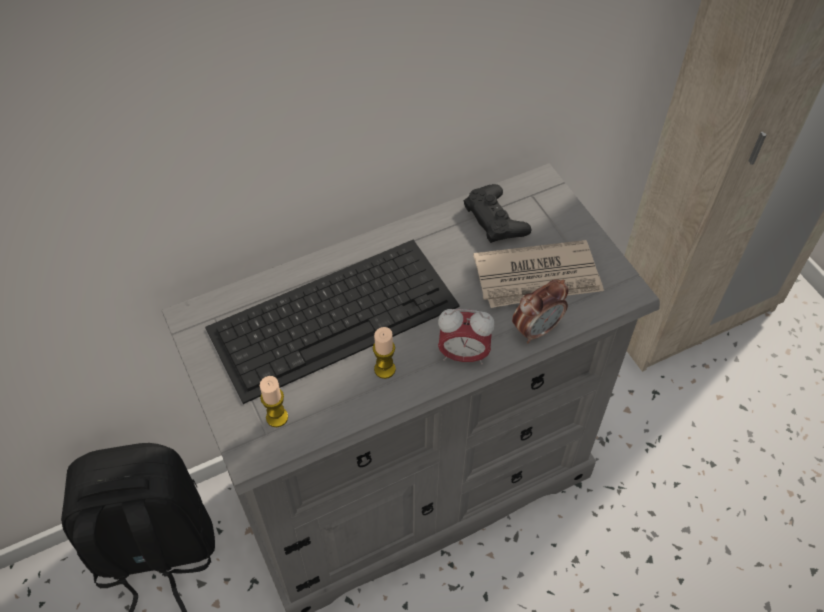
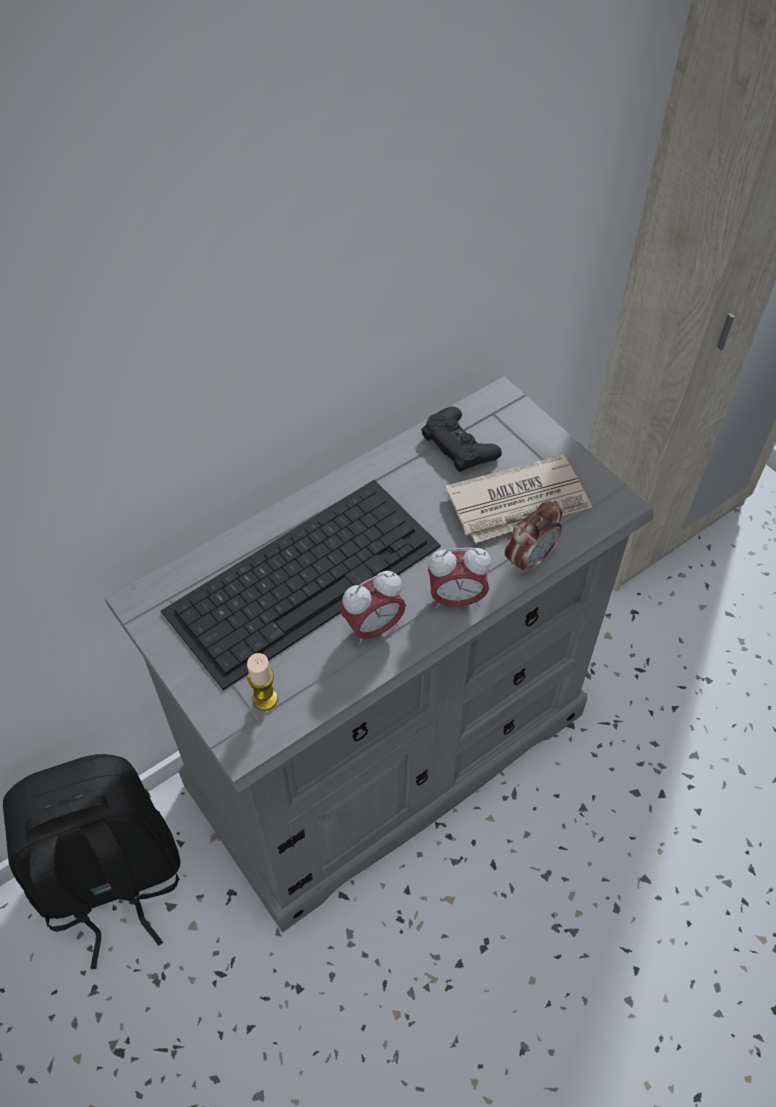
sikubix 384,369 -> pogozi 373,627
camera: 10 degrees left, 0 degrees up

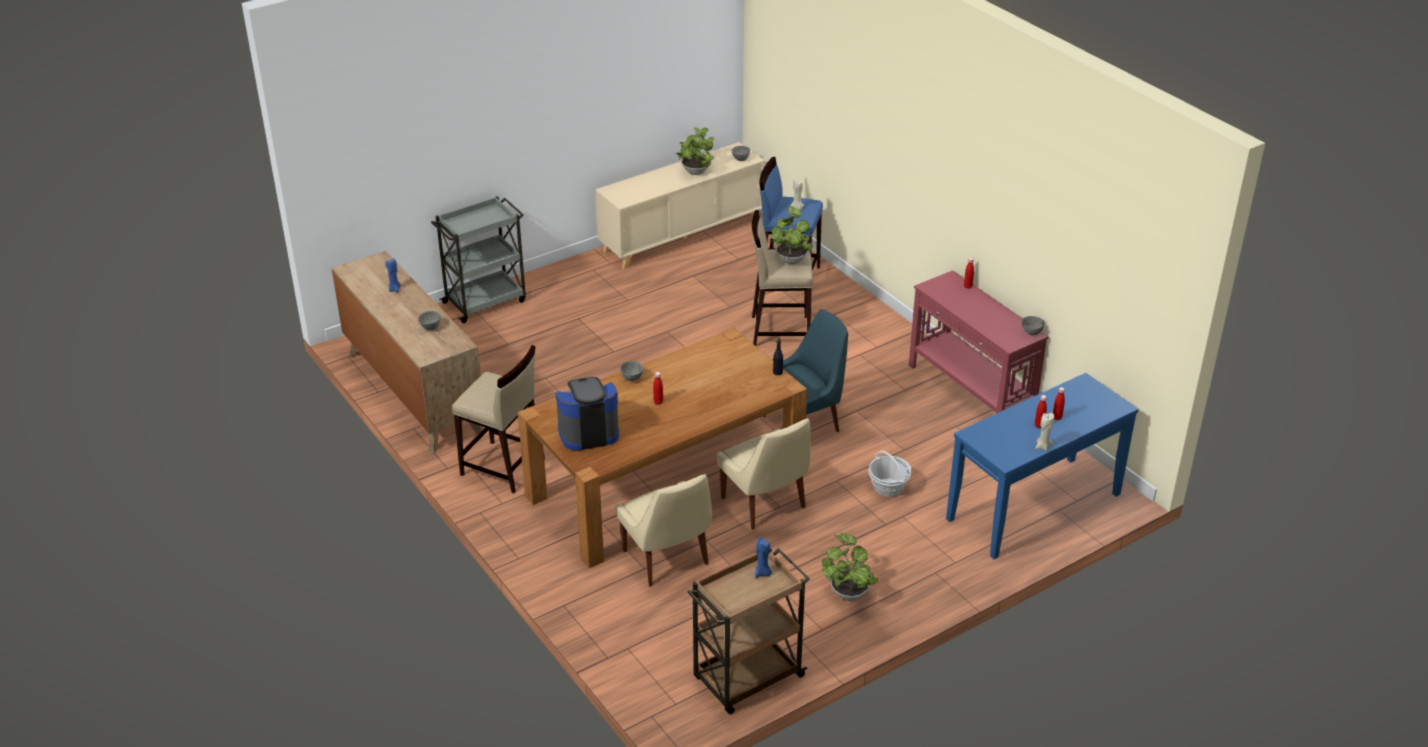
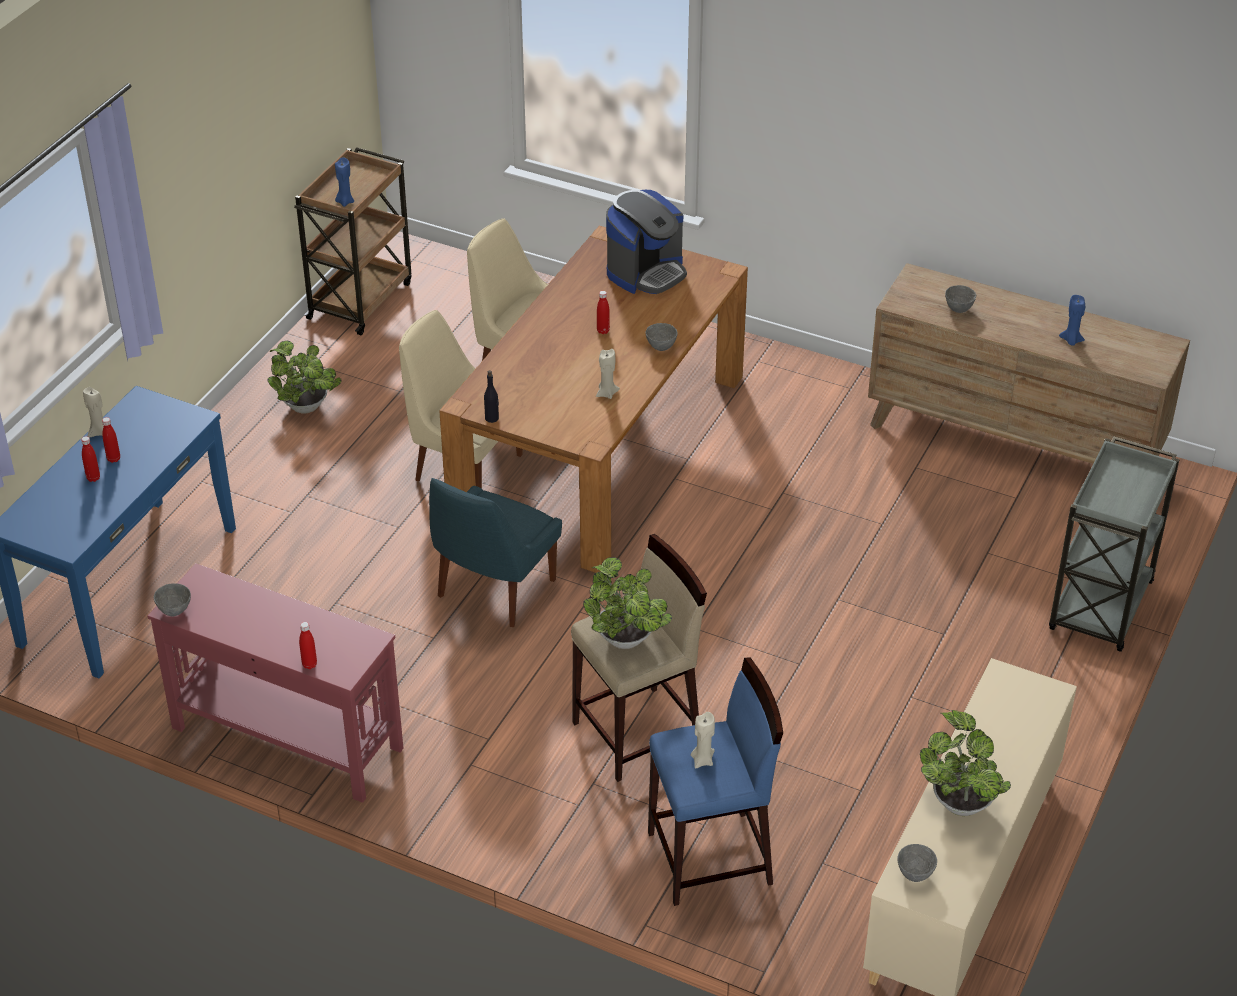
none -> beige sikubix 606,393
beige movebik 503,467 -> none
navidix 888,487 -> none
camera: 150 degrees right, 5 degrees up

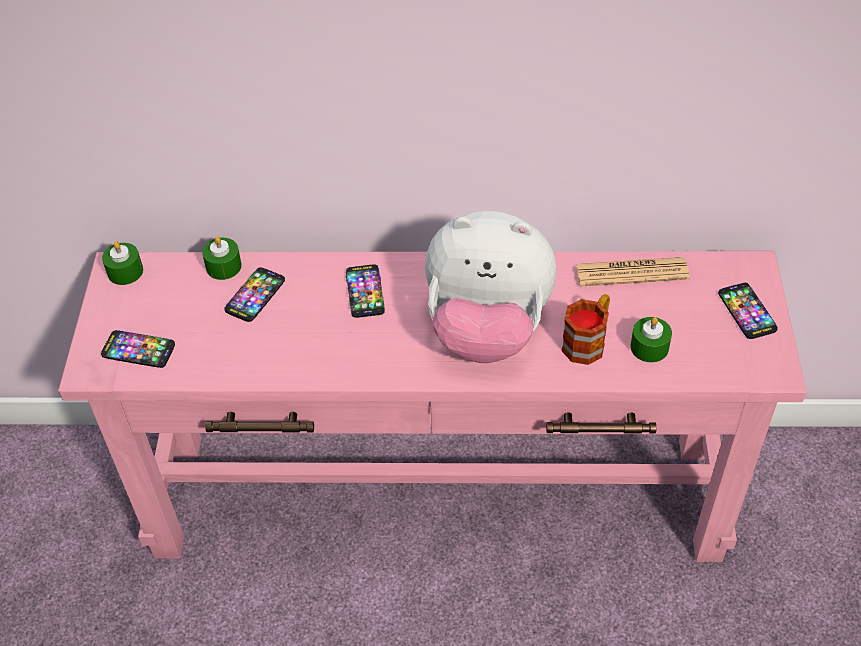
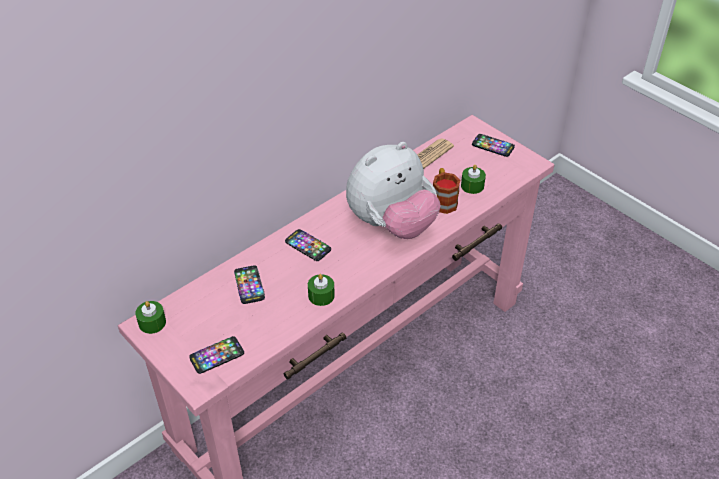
green sikubix 223,266 -> green sikubix 321,295, move
camera: 45 degrees left, 5 degrees down

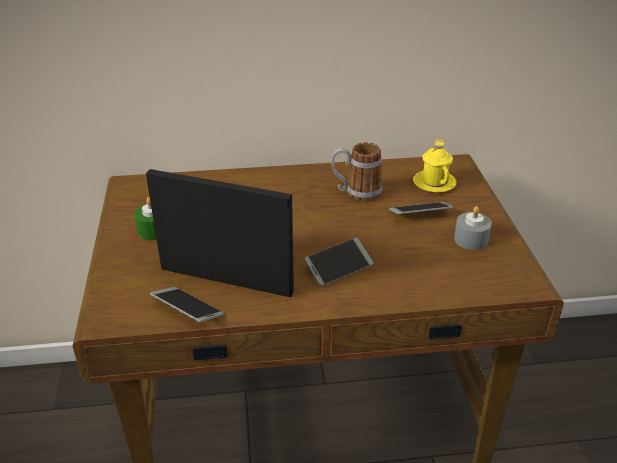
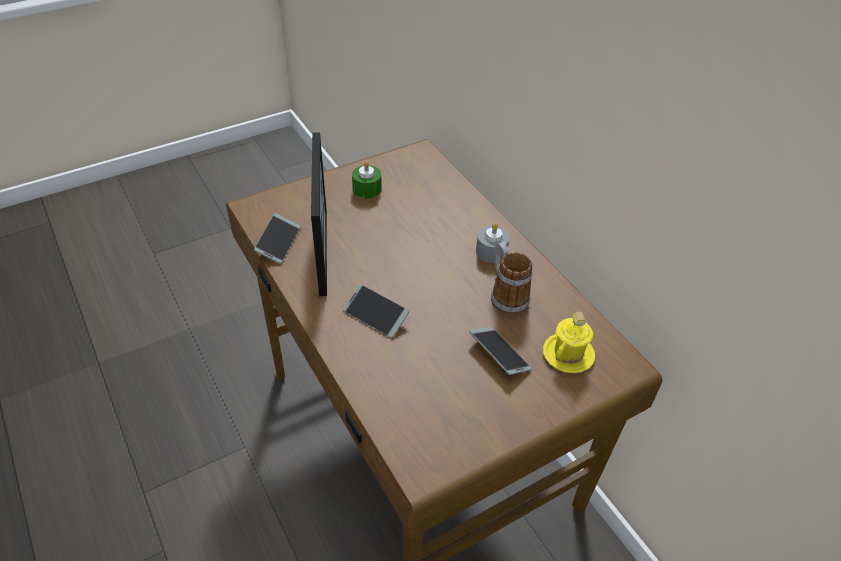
grey sikubix 471,239 -> grey sikubix 491,251, move
camera: 65 degrees right, 10 degrees up

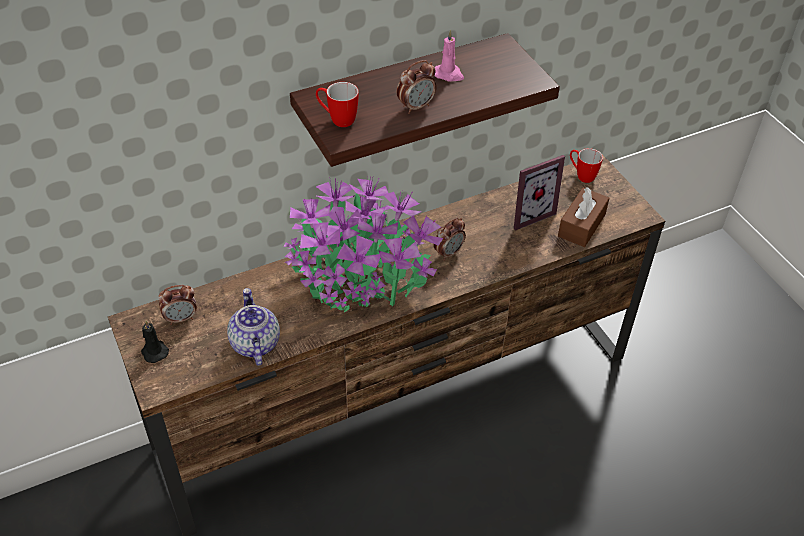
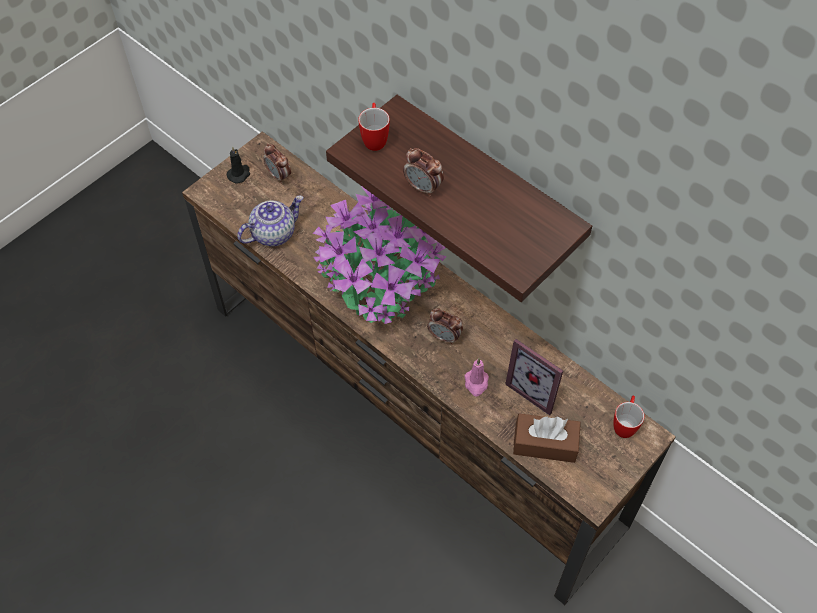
pink sikubix 449,74 -> pink sikubix 476,383, move
camera: 70 degrees right, 10 degrees up

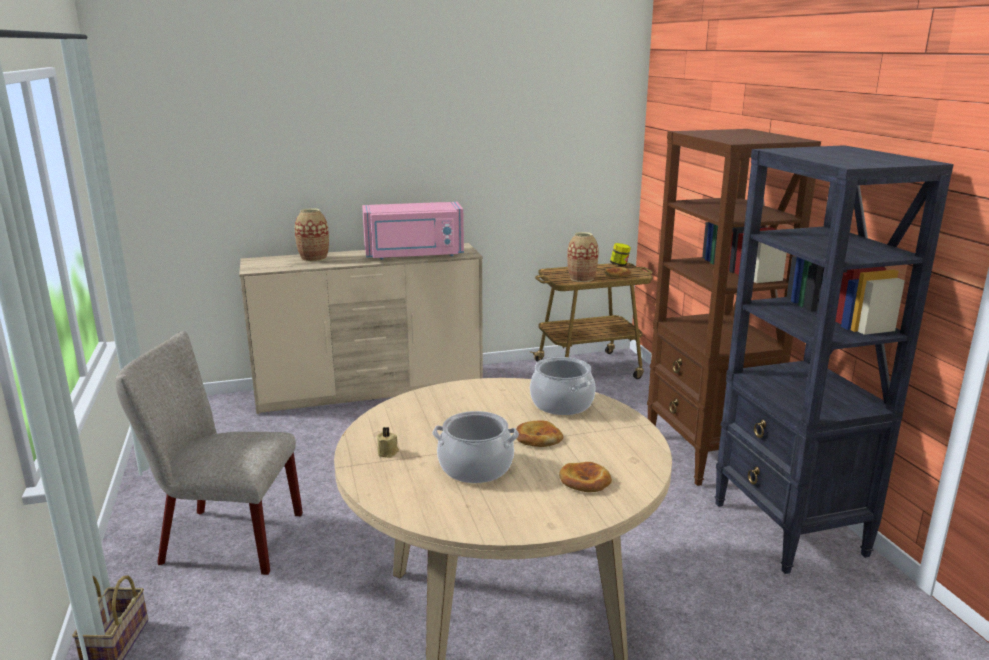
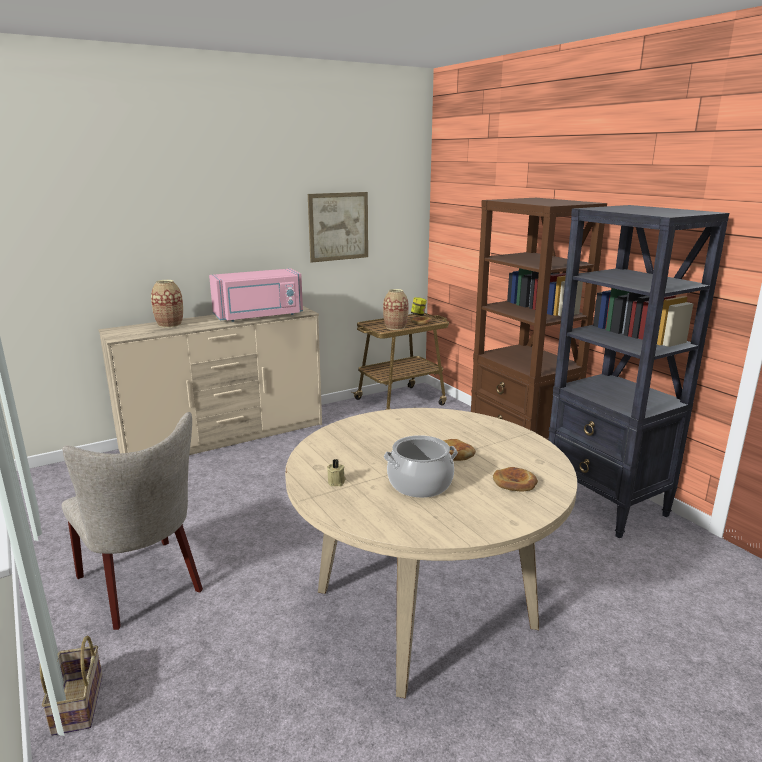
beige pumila 223,538 -> beige pumila 144,586, 120 degrees counterclockwise
none -> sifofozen 338,226
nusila 562,404 -> none
camera: 15 degrees left, 0 degrees up

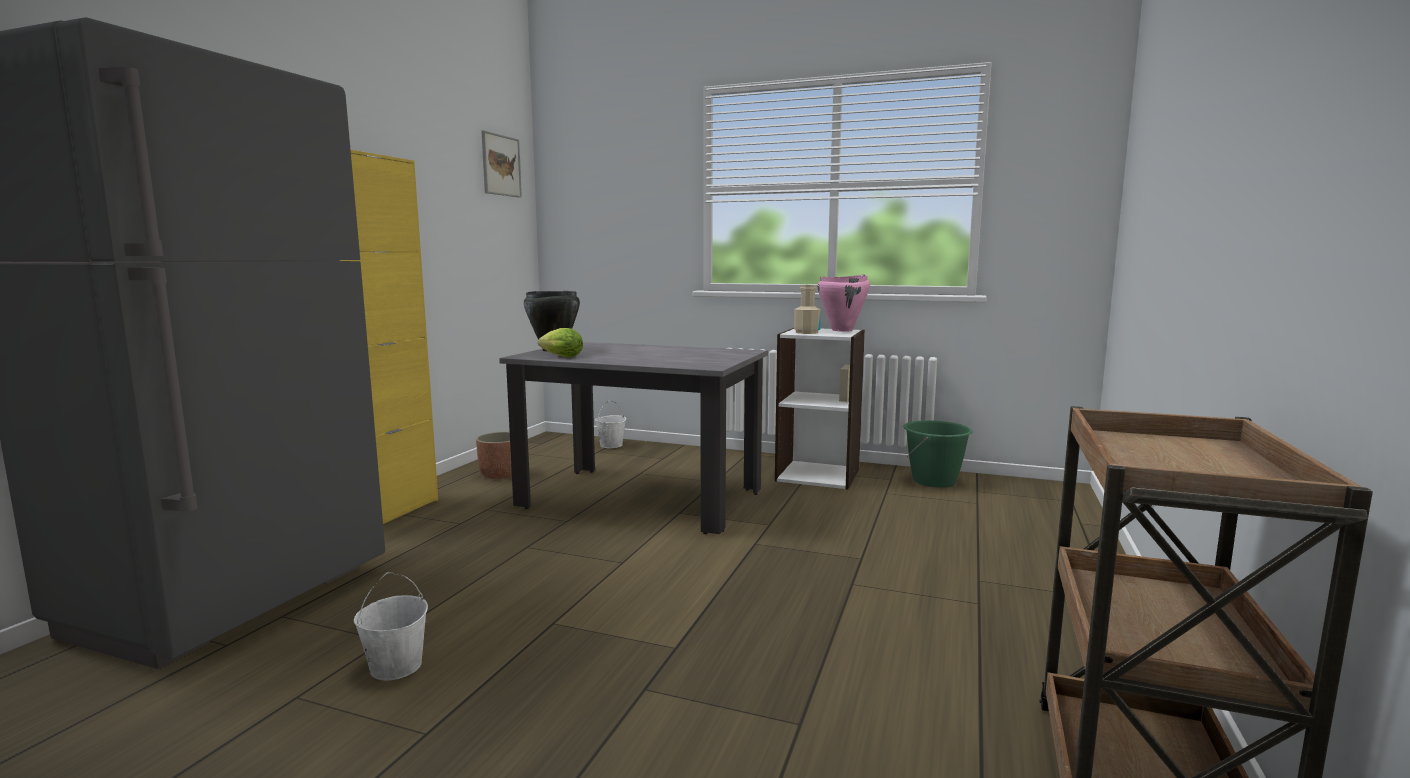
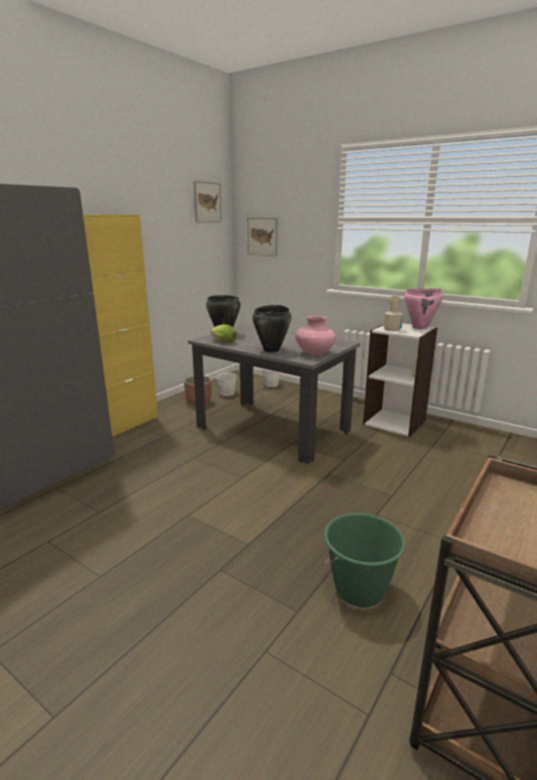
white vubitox 395,667 -> white vubitox 226,393, move
none -> sifofozen 262,236
none -> black nusila 272,350
none -> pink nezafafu 315,353
green vubitox 934,481 -> green vubitox 360,590, move
camera: 15 degrees right, 10 degrees up

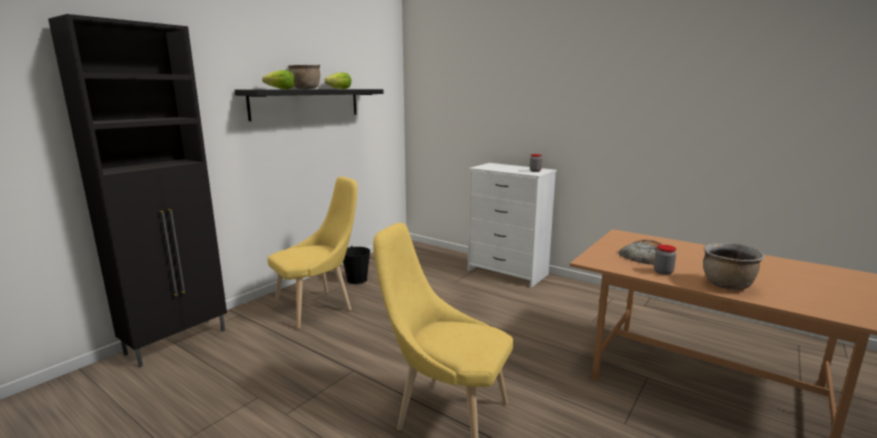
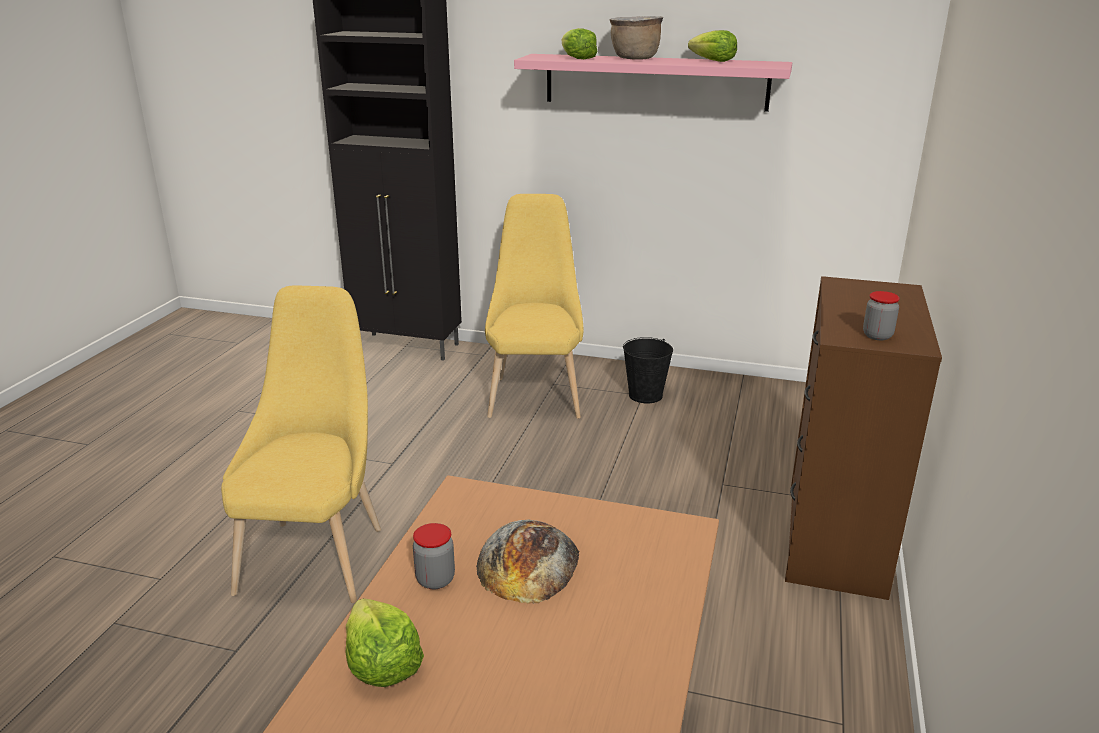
brown nusila 727,285 -> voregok 381,664
yellow pumila 318,307 -> yellow pumila 535,394, 120 degrees counterclockwise
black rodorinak 307,103 -> pink rodorinak 655,82
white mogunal 507,272 -> brown mogunal 833,538
camera: 70 degrees right, 10 degrees up

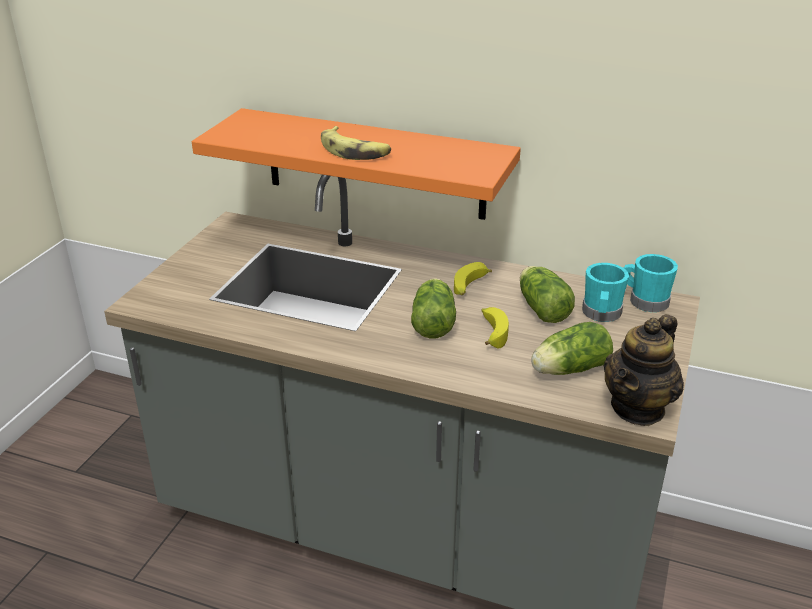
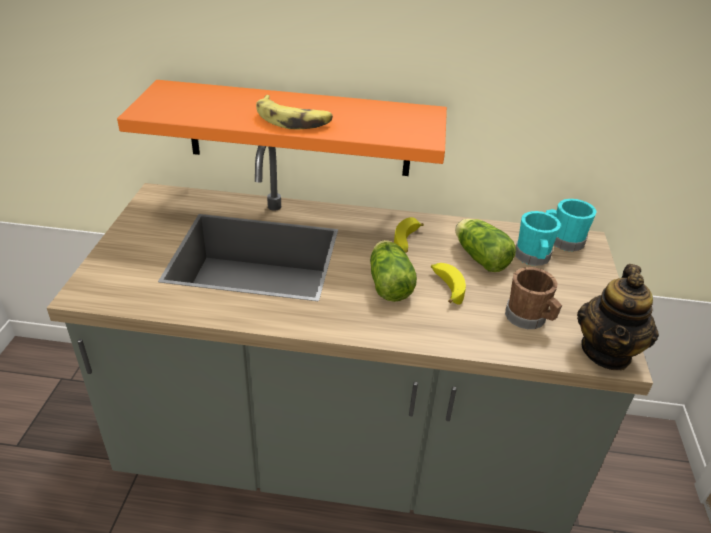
voregok 567,369 -> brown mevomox 529,319
camera: 15 degrees left, 5 degrees up

